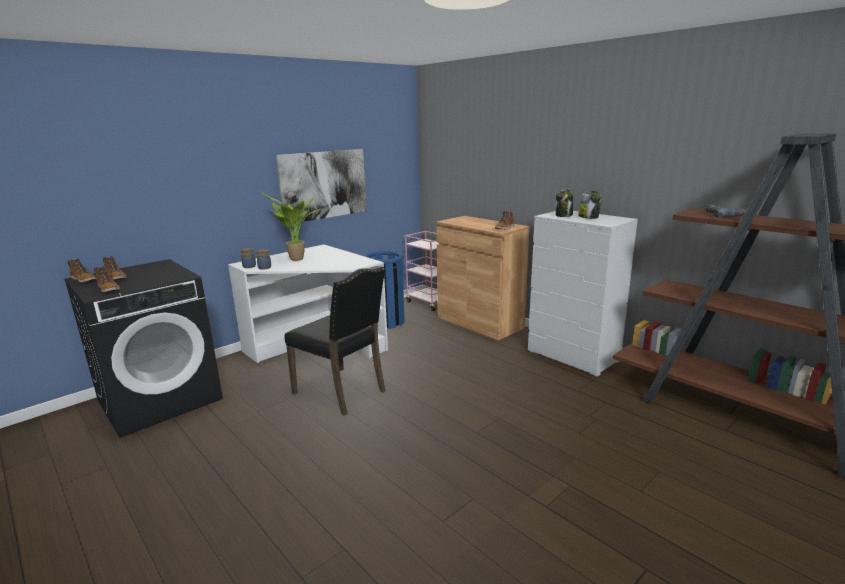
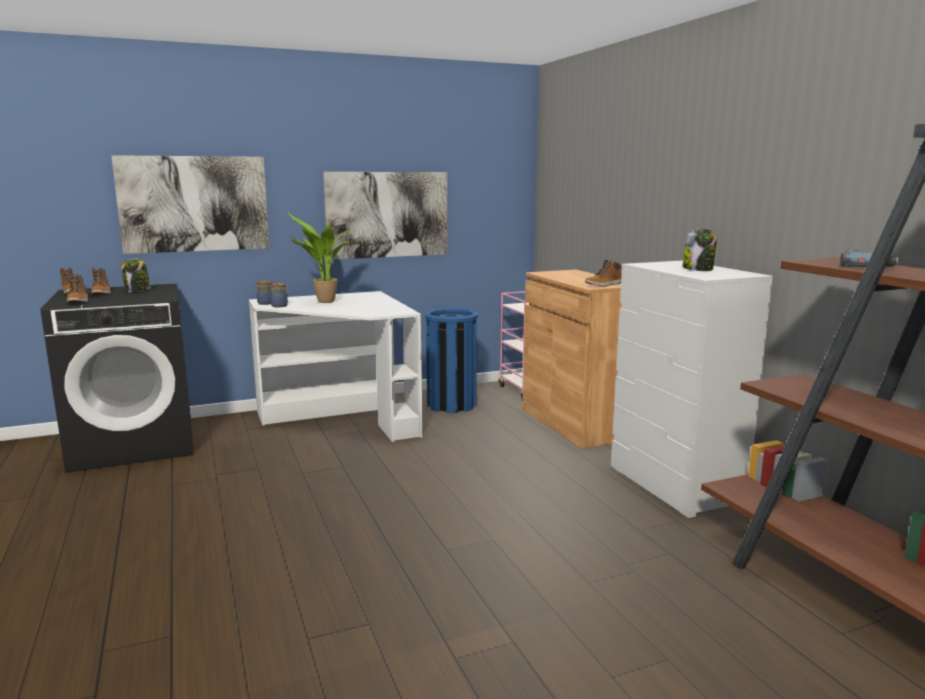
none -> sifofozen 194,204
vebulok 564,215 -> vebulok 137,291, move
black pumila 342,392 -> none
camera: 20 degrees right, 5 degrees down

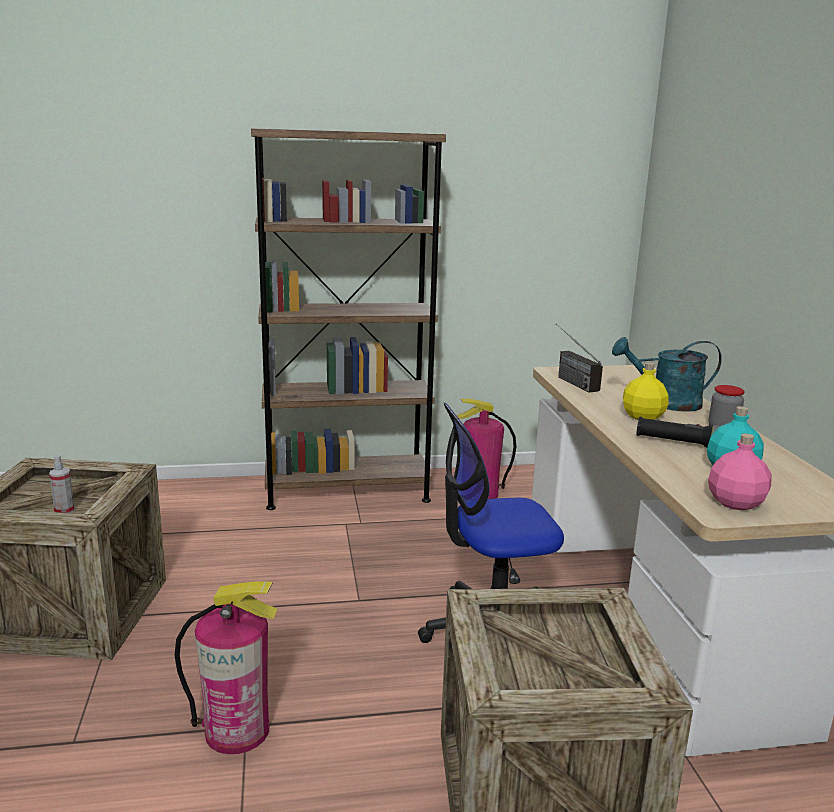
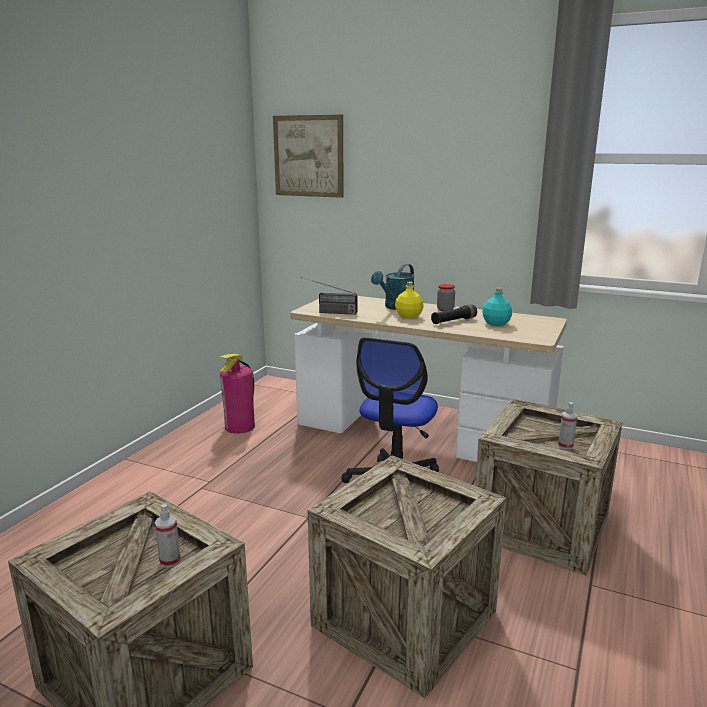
none -> sifofozen 308,156
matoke 237,730 -> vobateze 404,618
none -> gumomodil 565,446
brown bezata 347,490 -> none
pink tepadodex 735,503 -> none
camera: 55 degrees left, 0 degrees up

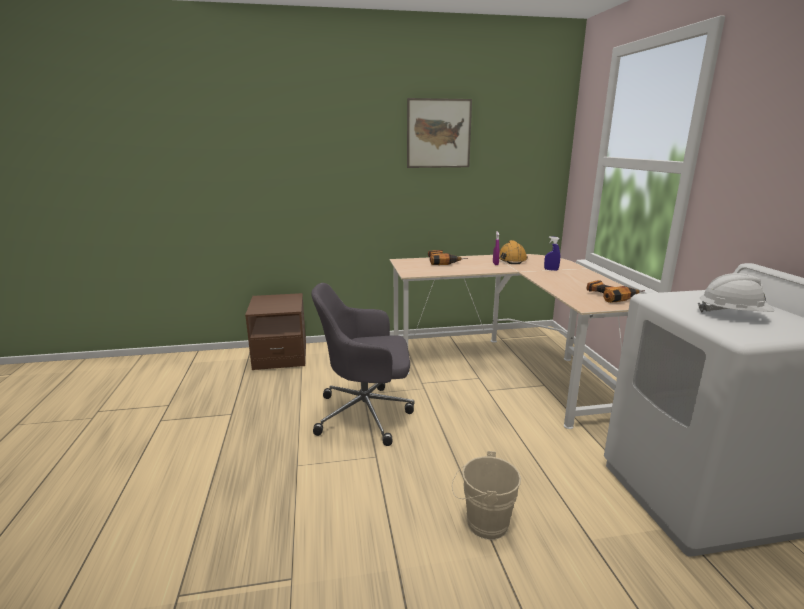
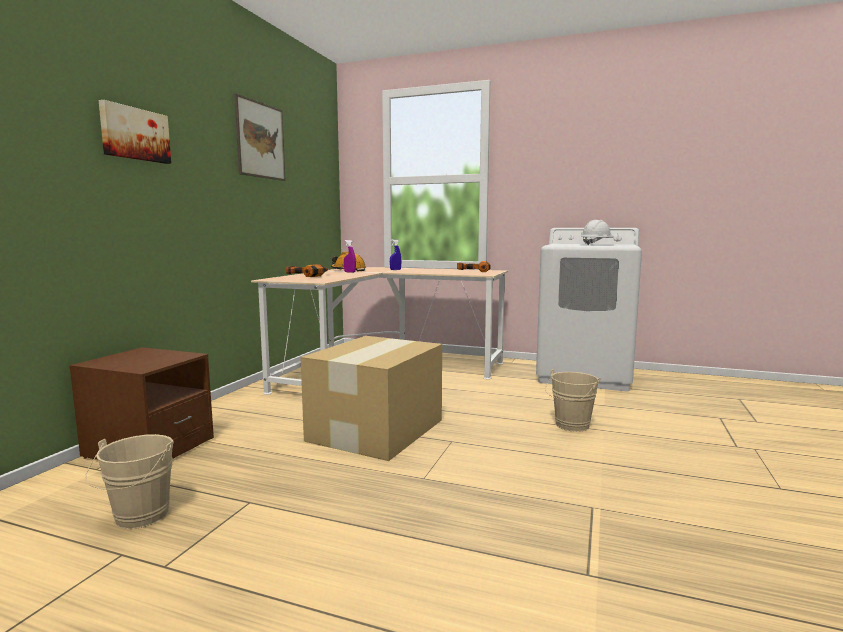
none -> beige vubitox 138,518
none -> sifofozen 134,134
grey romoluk 366,414 -> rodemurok 374,430
camera: 60 degrees left, 10 degrees down

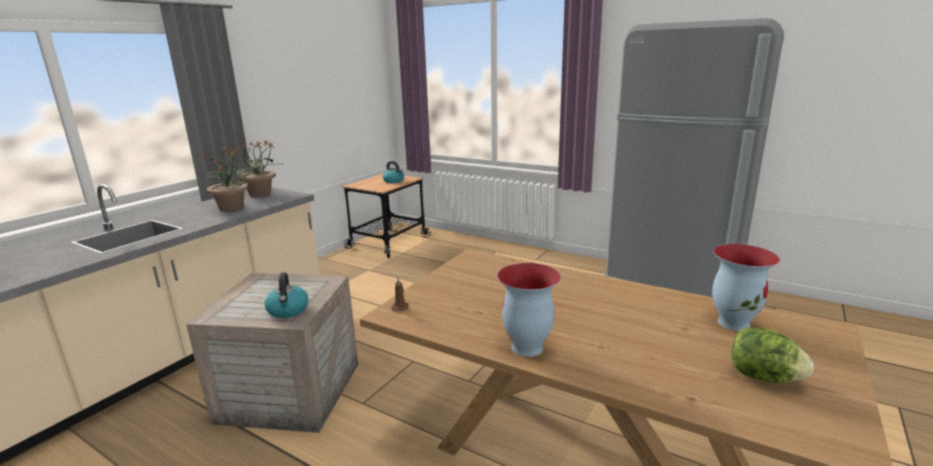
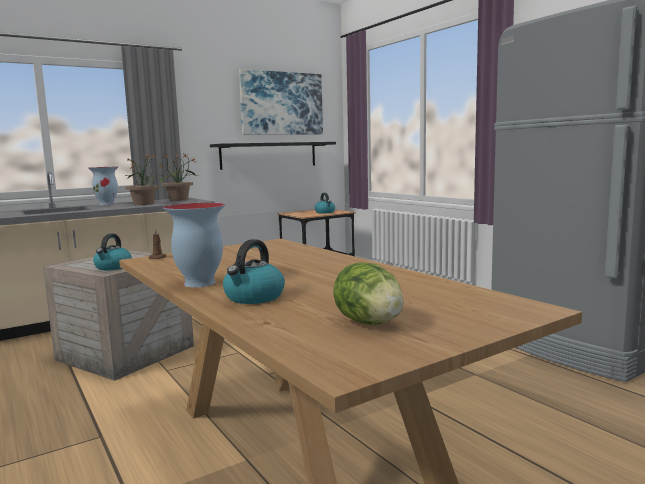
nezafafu 733,322 -> nezafafu 107,204, move
none -> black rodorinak 269,155
none -> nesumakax 254,297
none -> sifofozen 282,103
camera: 25 degrees right, 10 degrees down

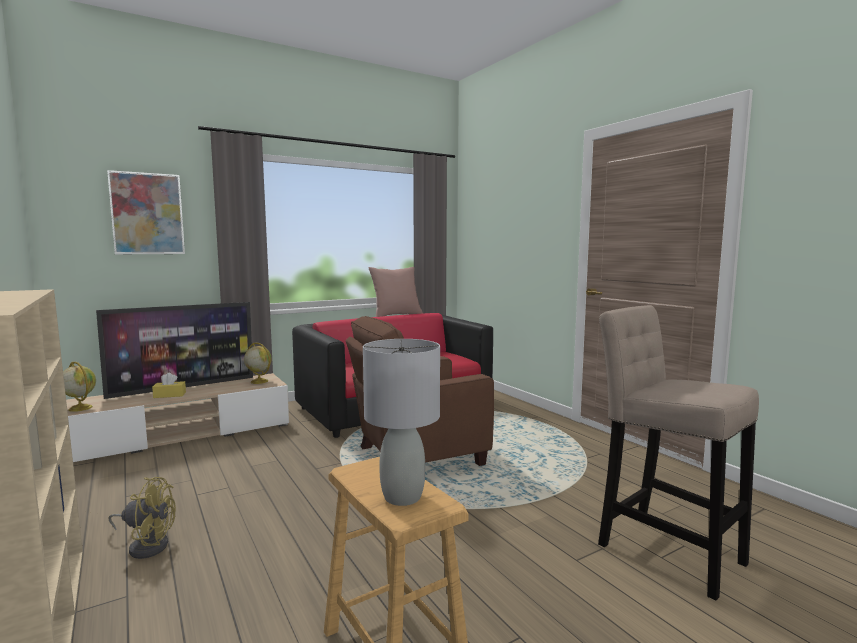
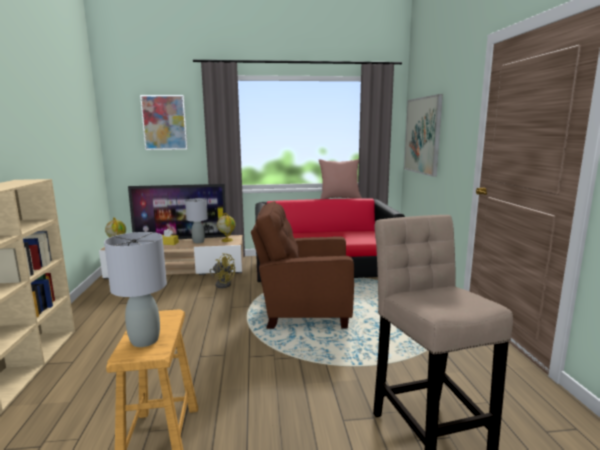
none -> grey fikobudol 198,242
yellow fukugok 147,545 -> yellow fukugok 222,284, move
none -> sifofozen 422,135
camera: 25 degrees right, 5 degrees up

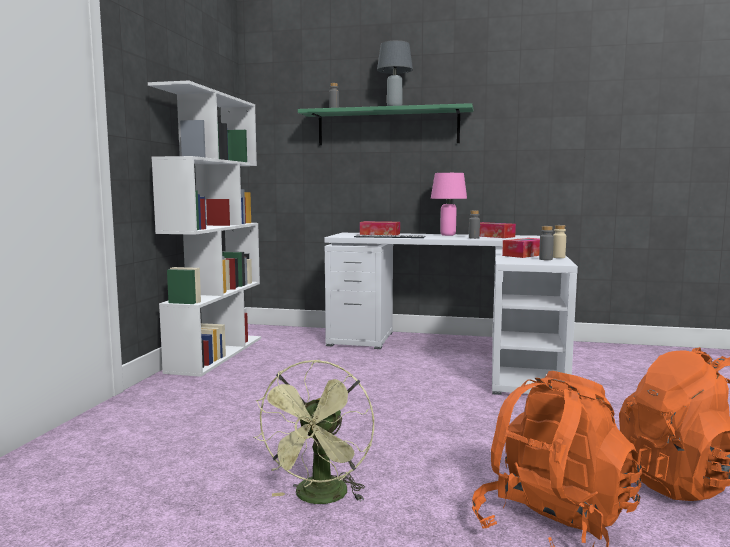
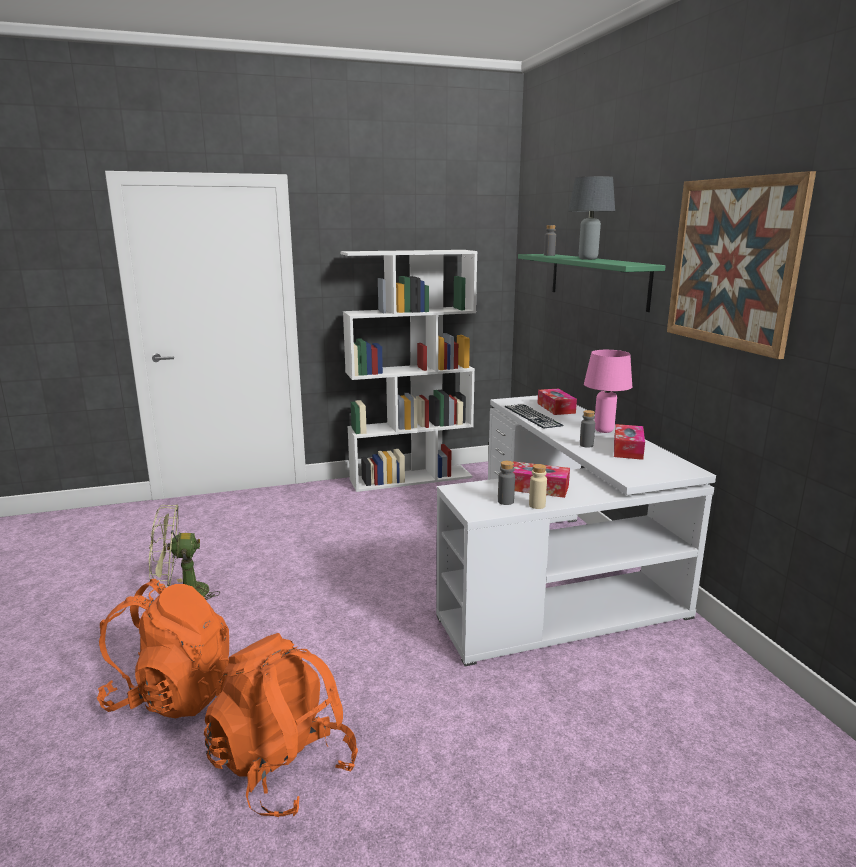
none -> sifofozen 732,263
camera: 60 degrees right, 10 degrees up

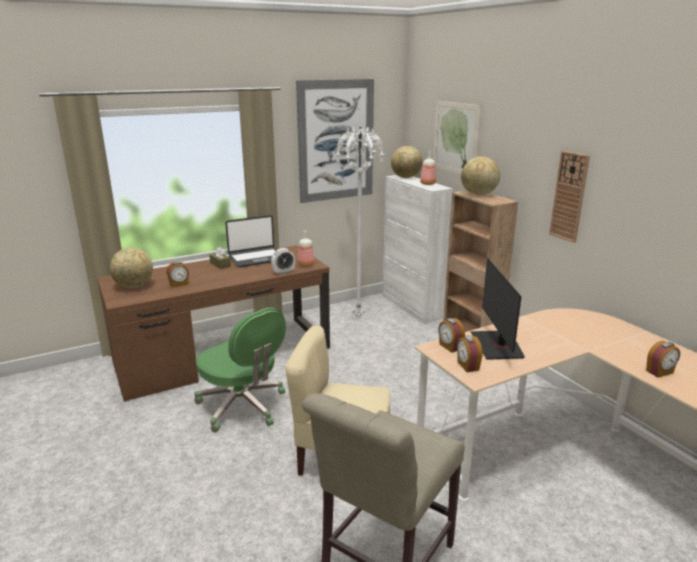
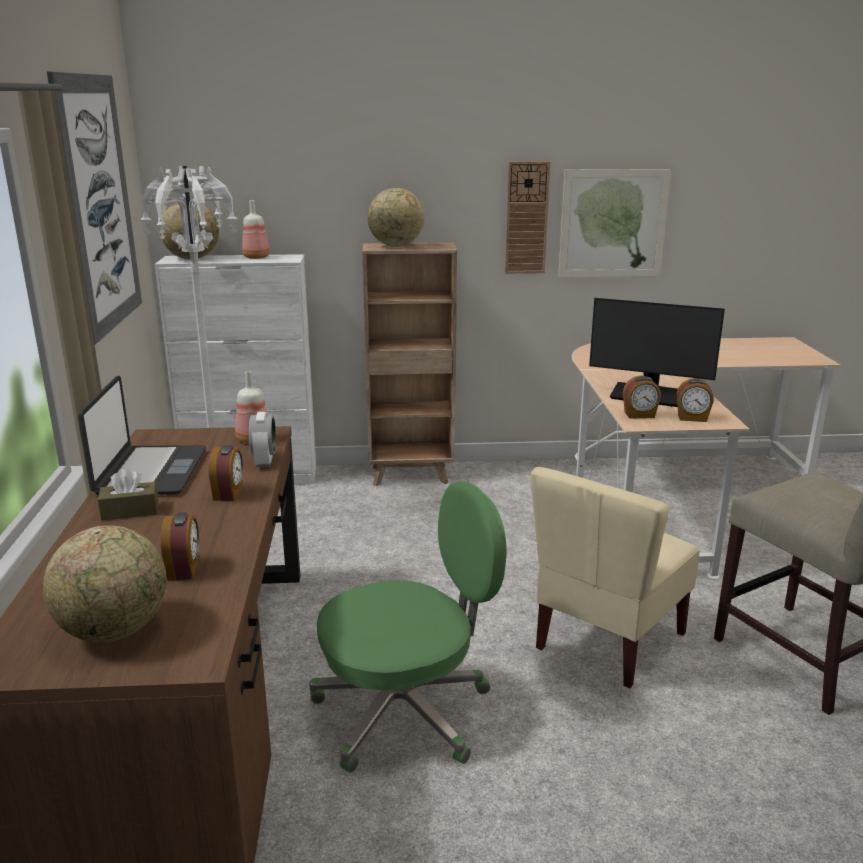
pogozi 660,372 -> pogozi 229,493, move
sifofozen 456,138 -> sifofozen 613,224, move
camera: 65 degrees left, 0 degrees up

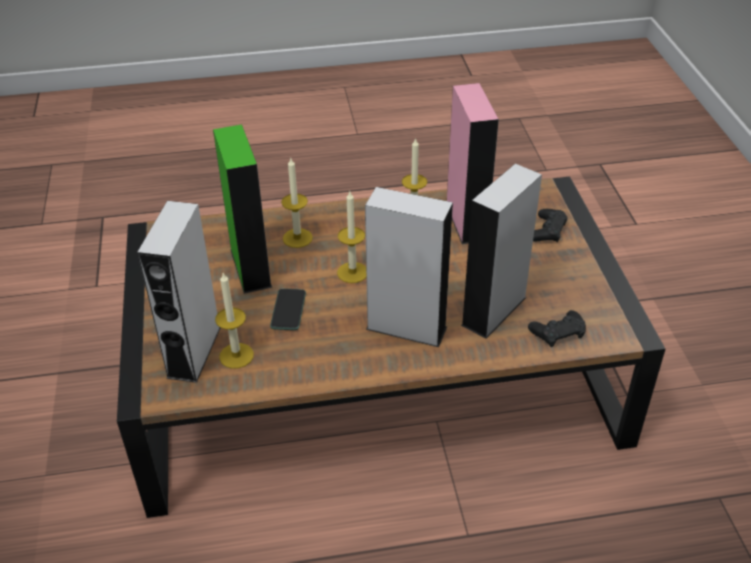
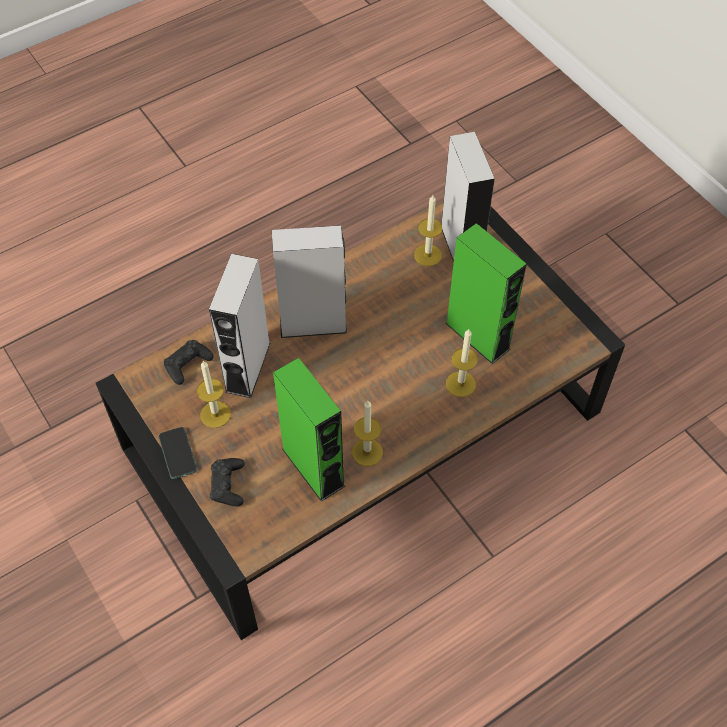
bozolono 288,310 -> bozolono 177,453, move
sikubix 352,272 -> sikubix 215,414, move
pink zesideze 466,221 -> green zesideze 313,467
camera: 155 degrees right, 15 degrees up

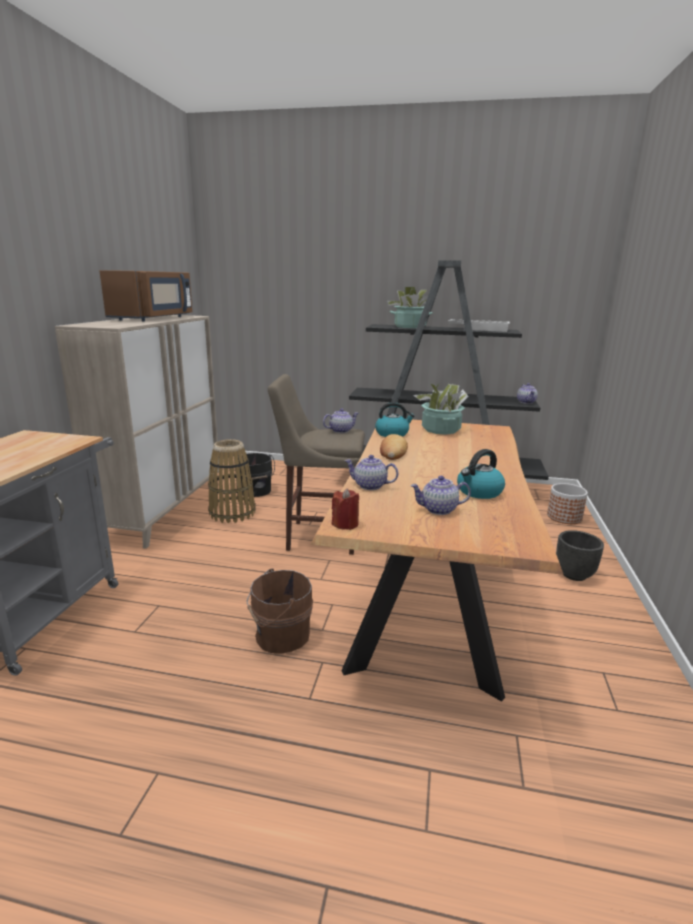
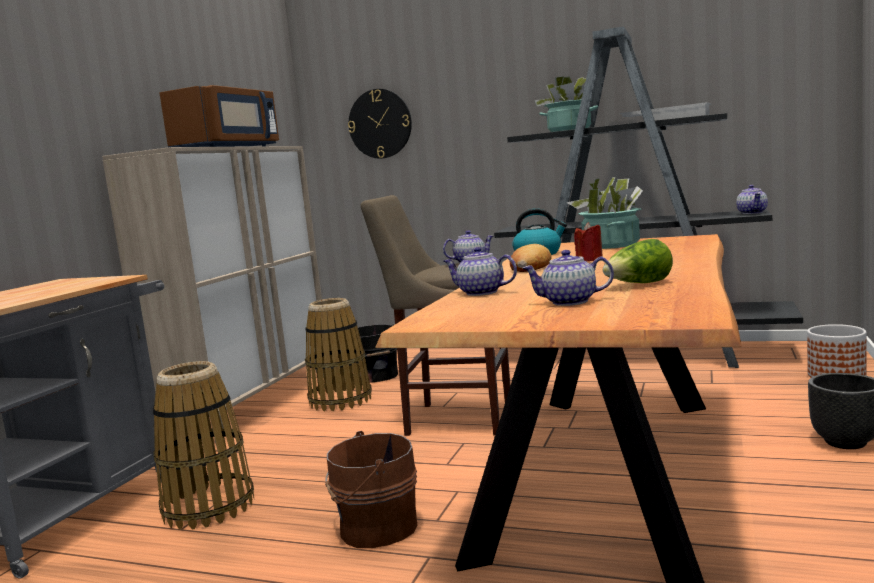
none -> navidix 209,506
none -> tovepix 380,124
red sikubix 345,524 -> red sikubix 589,260, move
nesumakax 479,492 -> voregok 639,284
camera: 10 degrees right, 10 degrees down

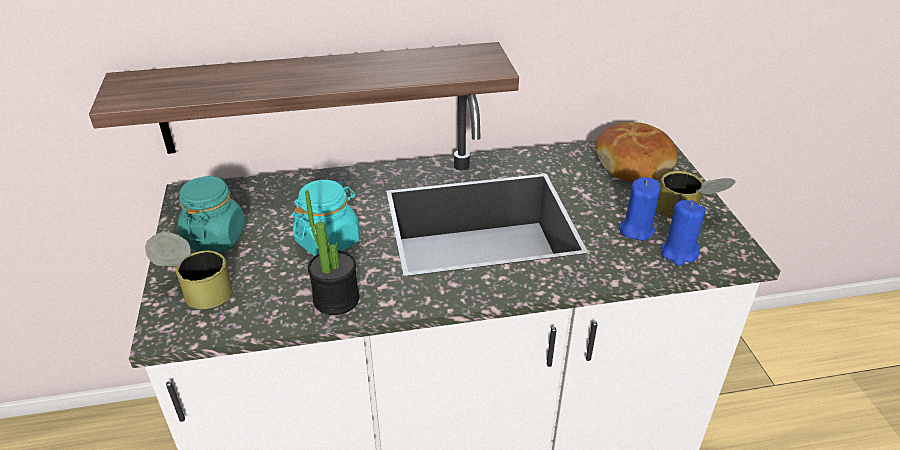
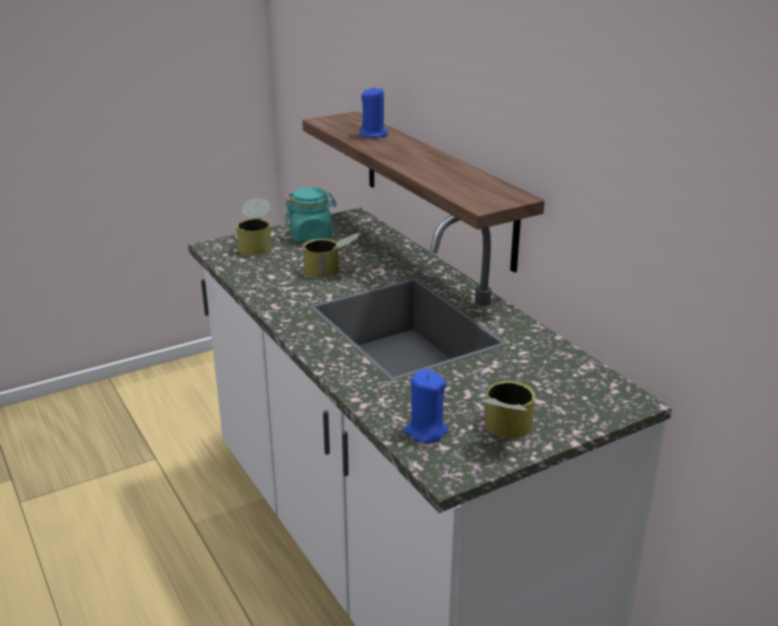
turquoise vebulok 328,241 -> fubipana 332,271
blue sikubix 636,229 -> blue sikubix 373,134, move
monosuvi 336,299 -> none
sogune 634,163 -> none
camera: 70 degrees right, 10 degrees down

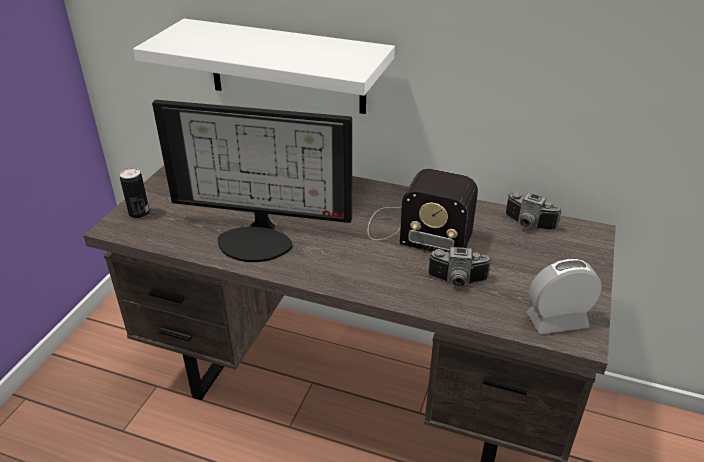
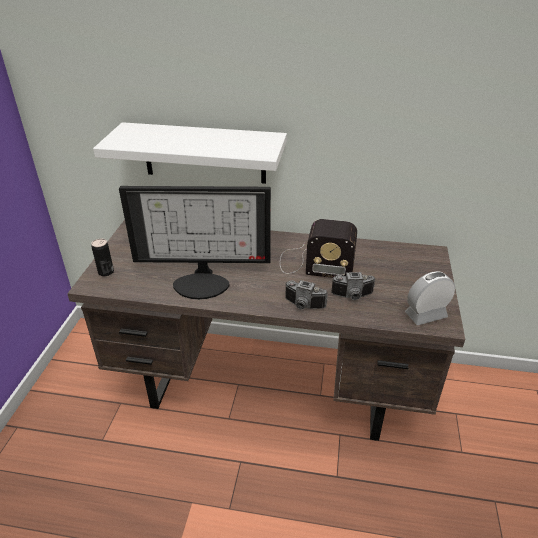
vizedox 527,225 -> vizedox 303,306, move
camera: 10 degrees left, 0 degrees up

